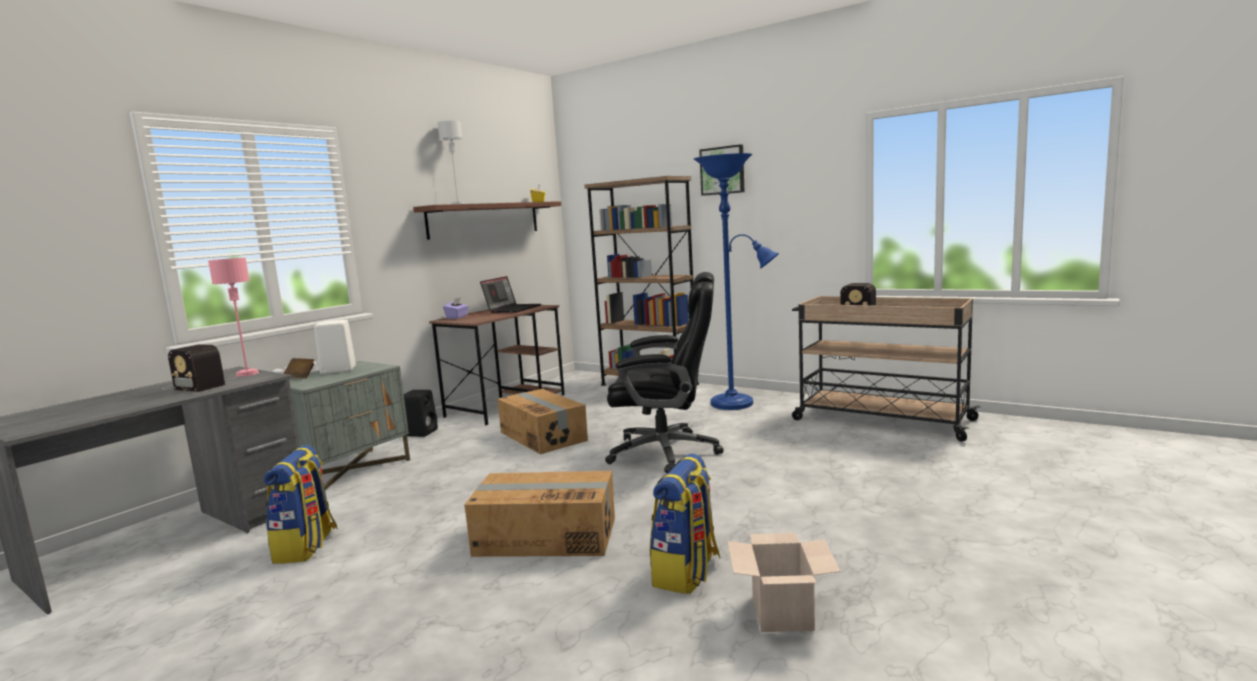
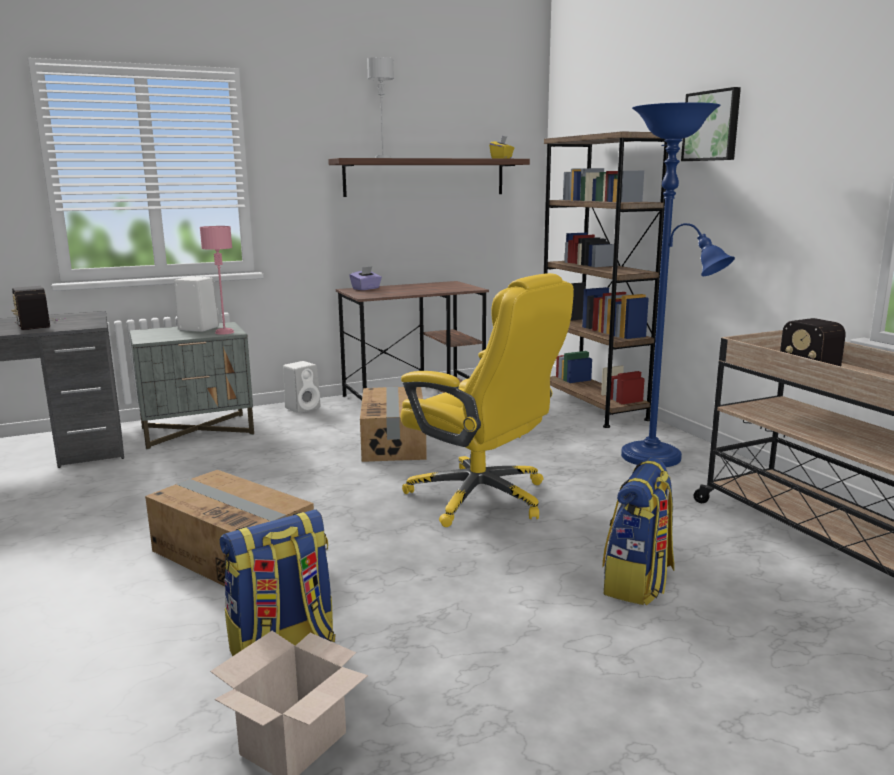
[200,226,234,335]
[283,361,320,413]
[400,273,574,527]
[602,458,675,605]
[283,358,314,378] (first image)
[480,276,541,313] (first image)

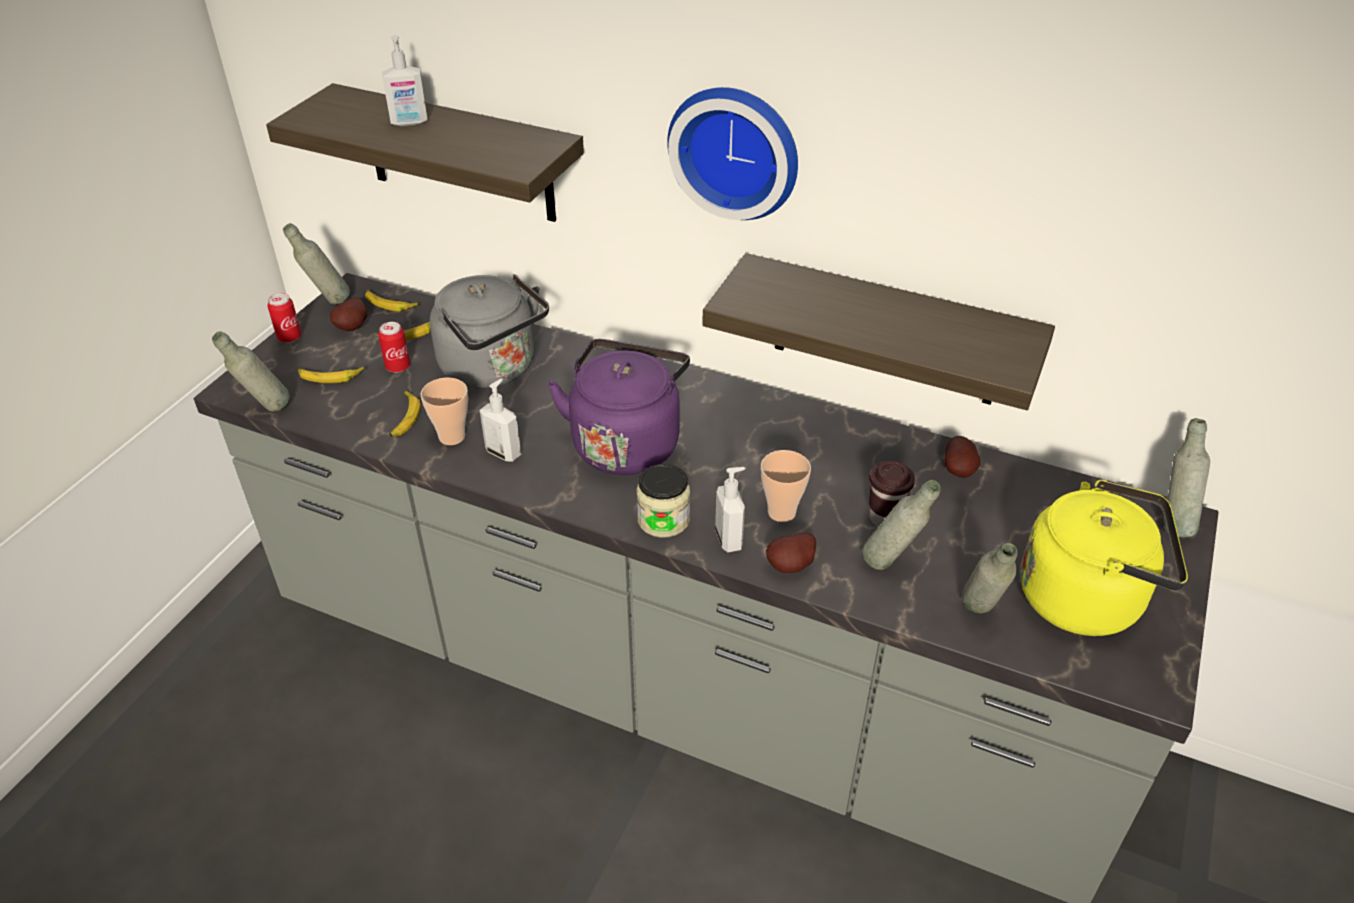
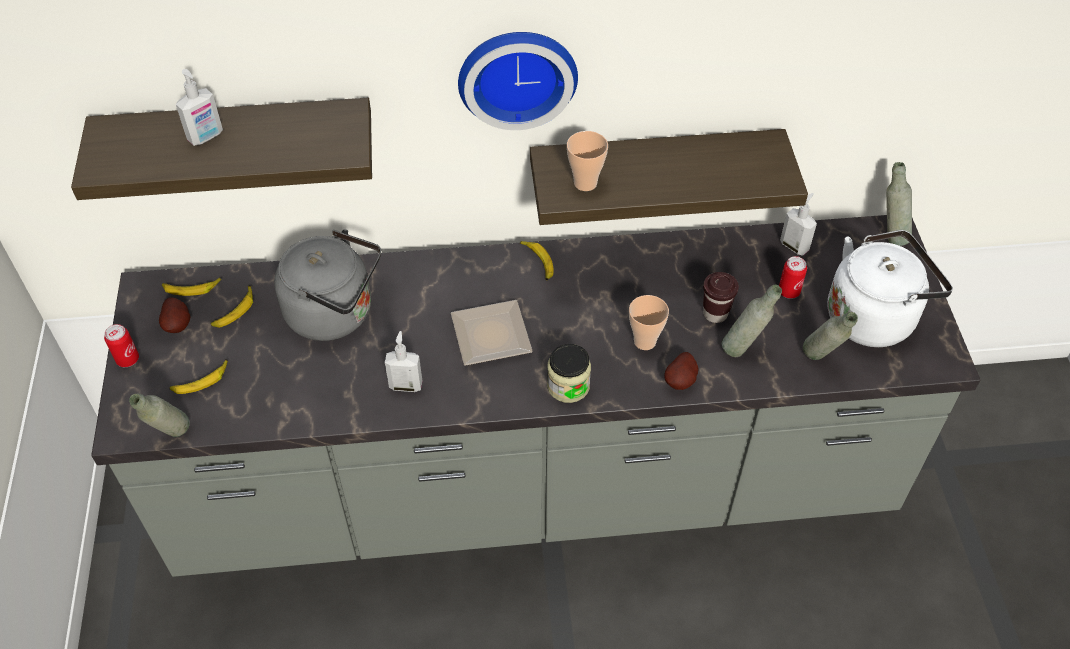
[451,300,533,366]
[520,241,554,280]
[567,131,608,191]
[779,256,807,299]
[780,193,817,256]
[827,230,953,347]
[283,223,350,305] (first image)
[944,436,980,478] (first image)

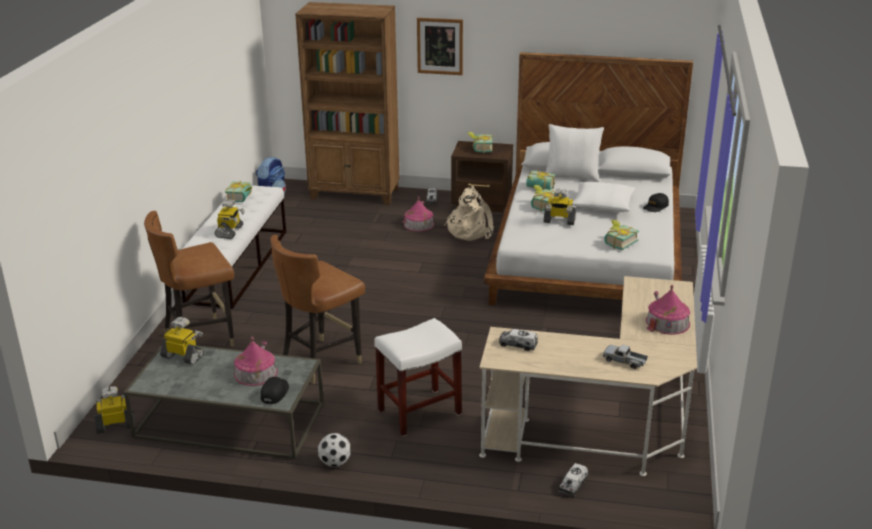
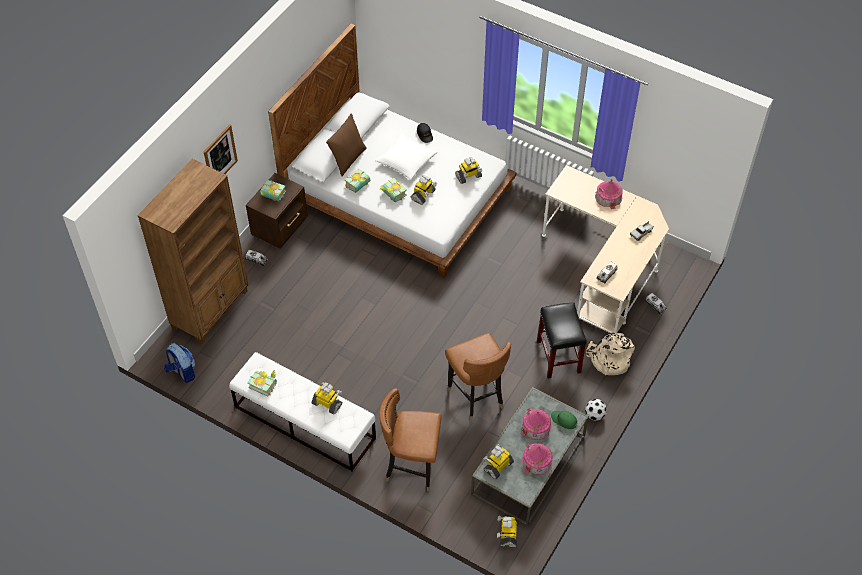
[326,113,367,176]
[379,388,442,491]
[455,157,482,184]
[522,443,553,475]
[537,302,587,379]
[551,411,577,429]
[586,333,635,375]

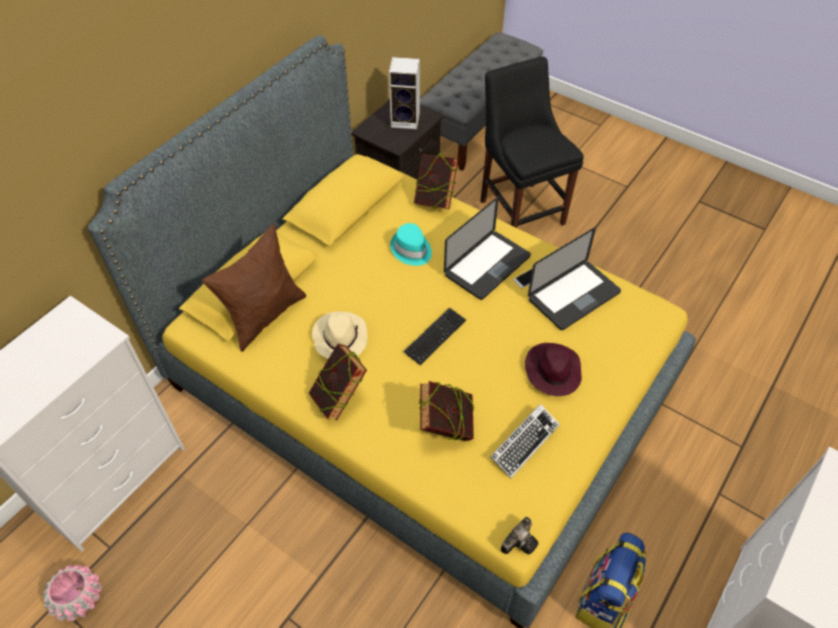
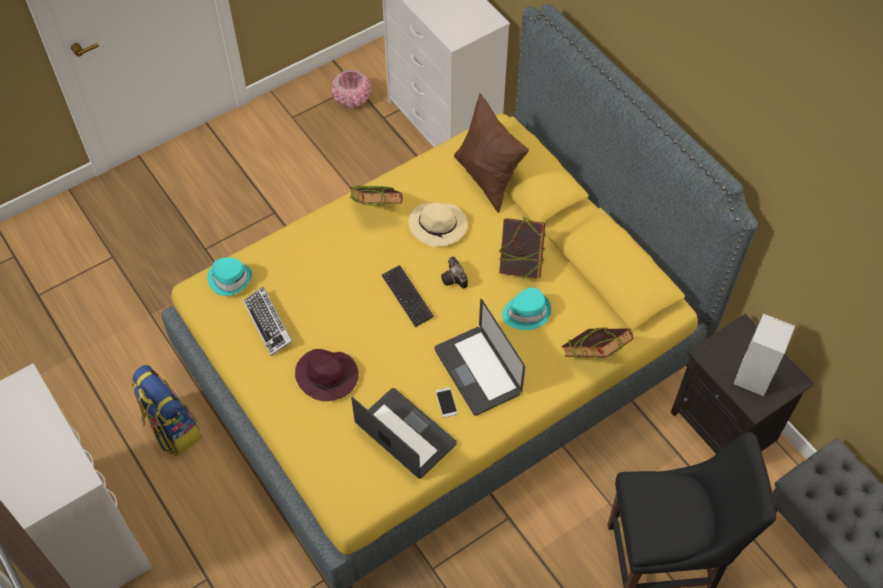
[207,257,252,296]
[351,388,457,479]
[441,256,468,289]
[499,217,546,279]

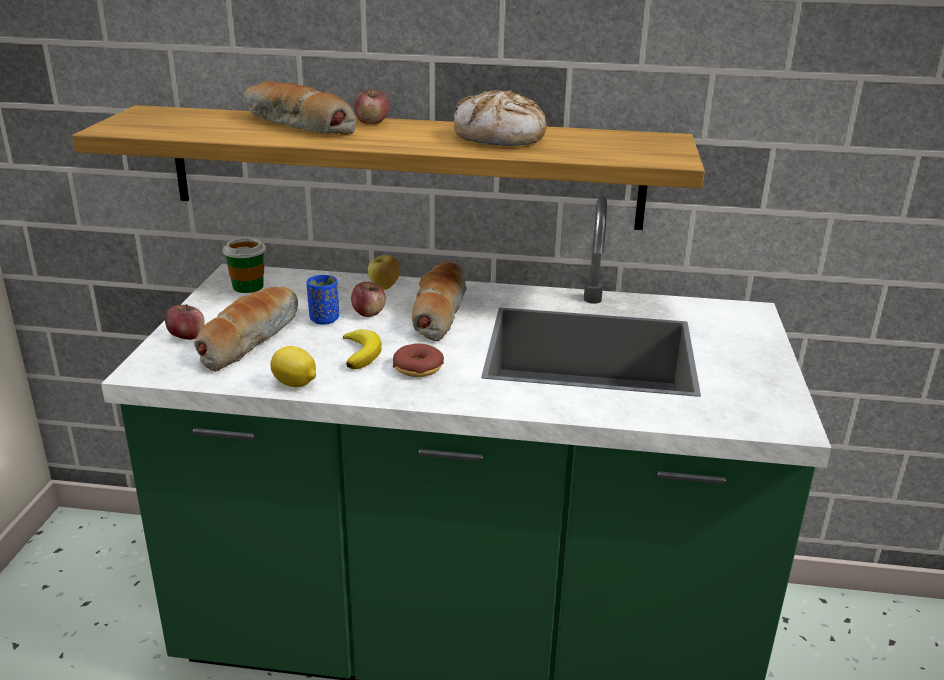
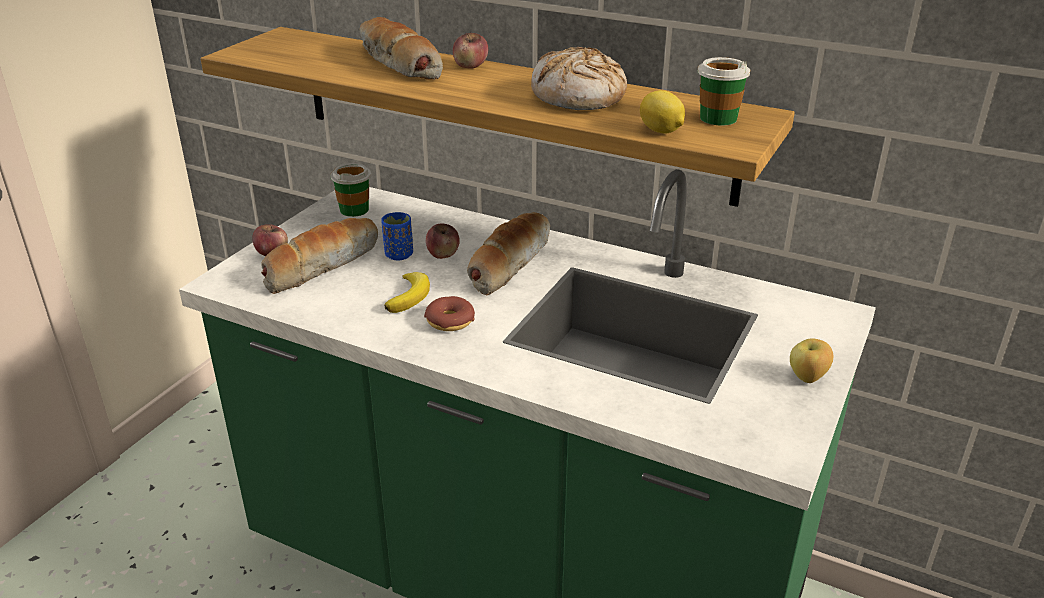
[640,90,685,134]
[697,57,750,125]
[790,338,833,383]

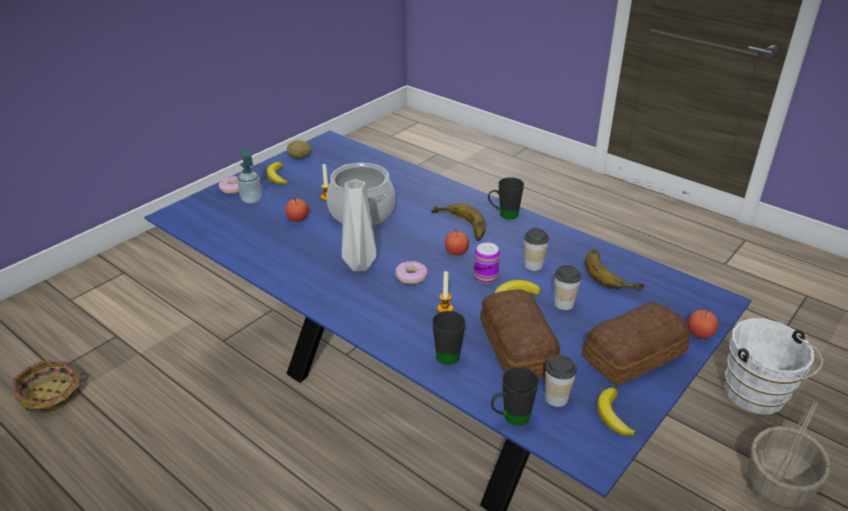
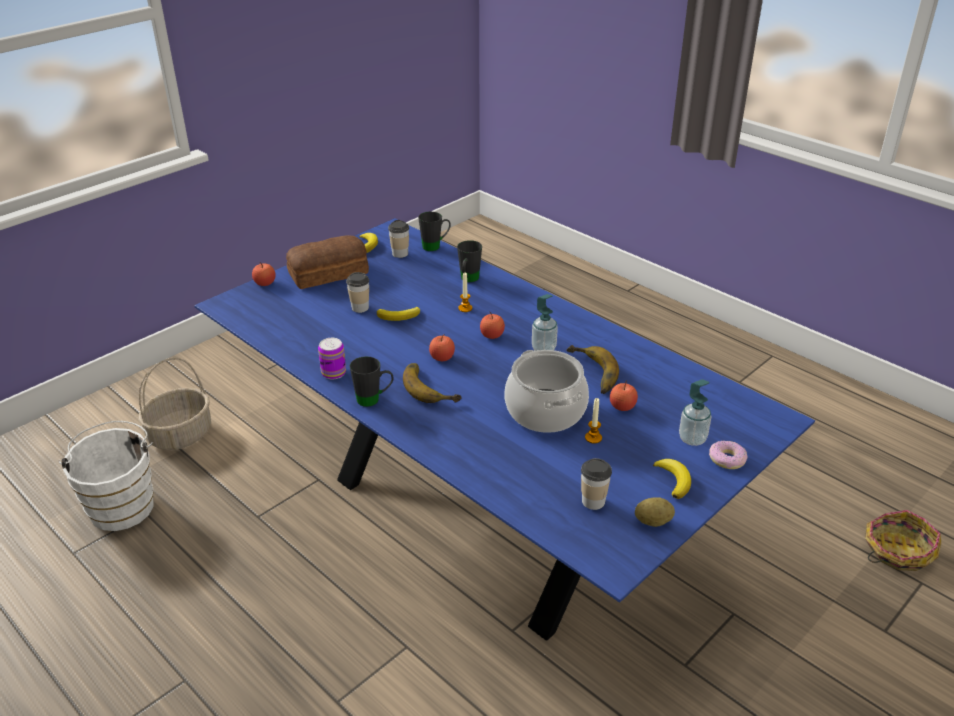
[318,338,346,379]
[480,312,505,339]
[532,294,558,351]
[566,345,619,394]
[581,458,612,510]
[480,289,560,377] (first image)

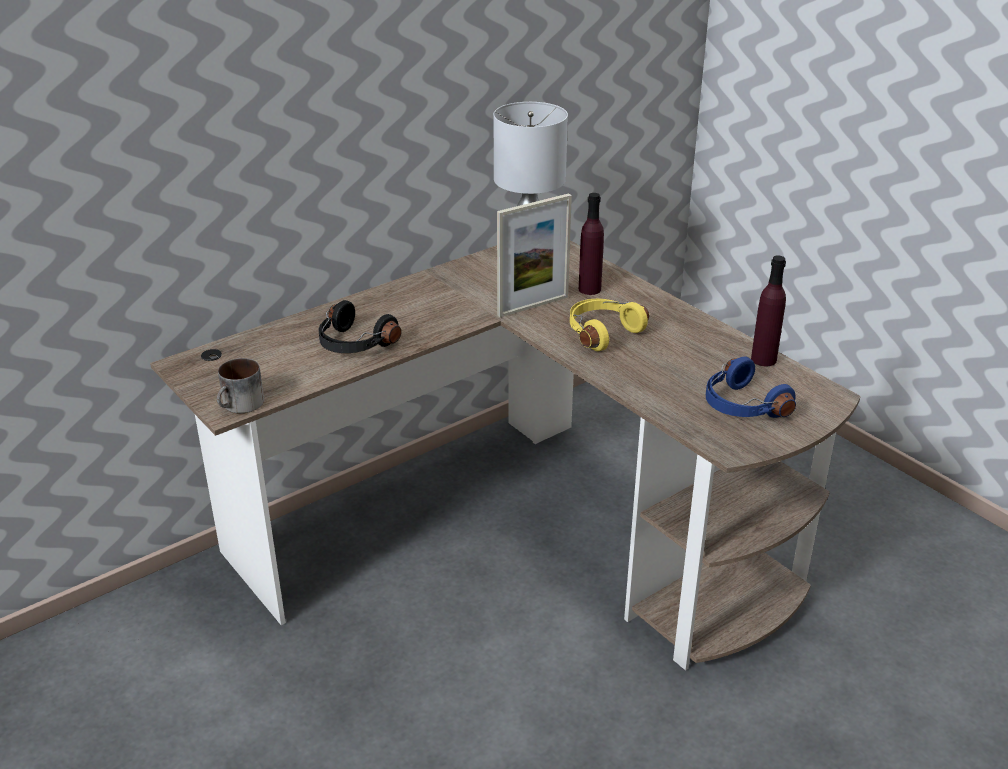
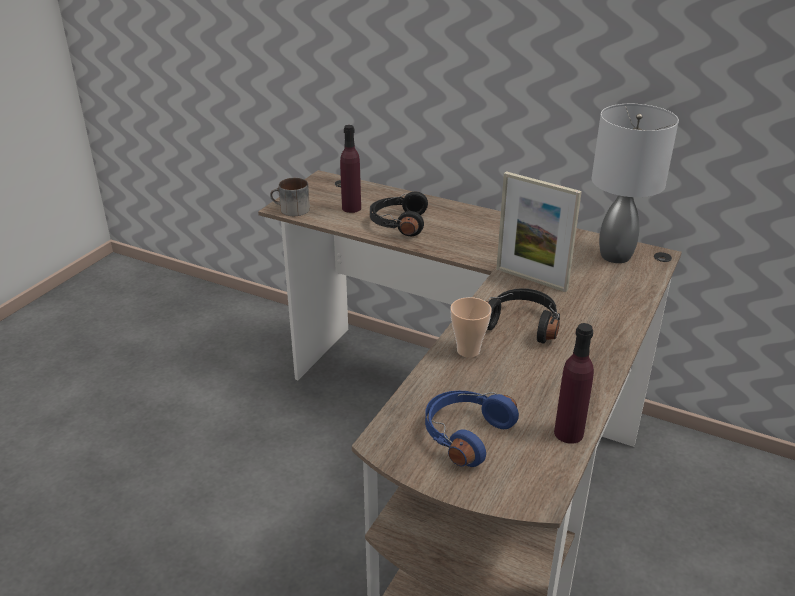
[340,125,361,213]
[450,297,492,358]
[486,288,560,343]

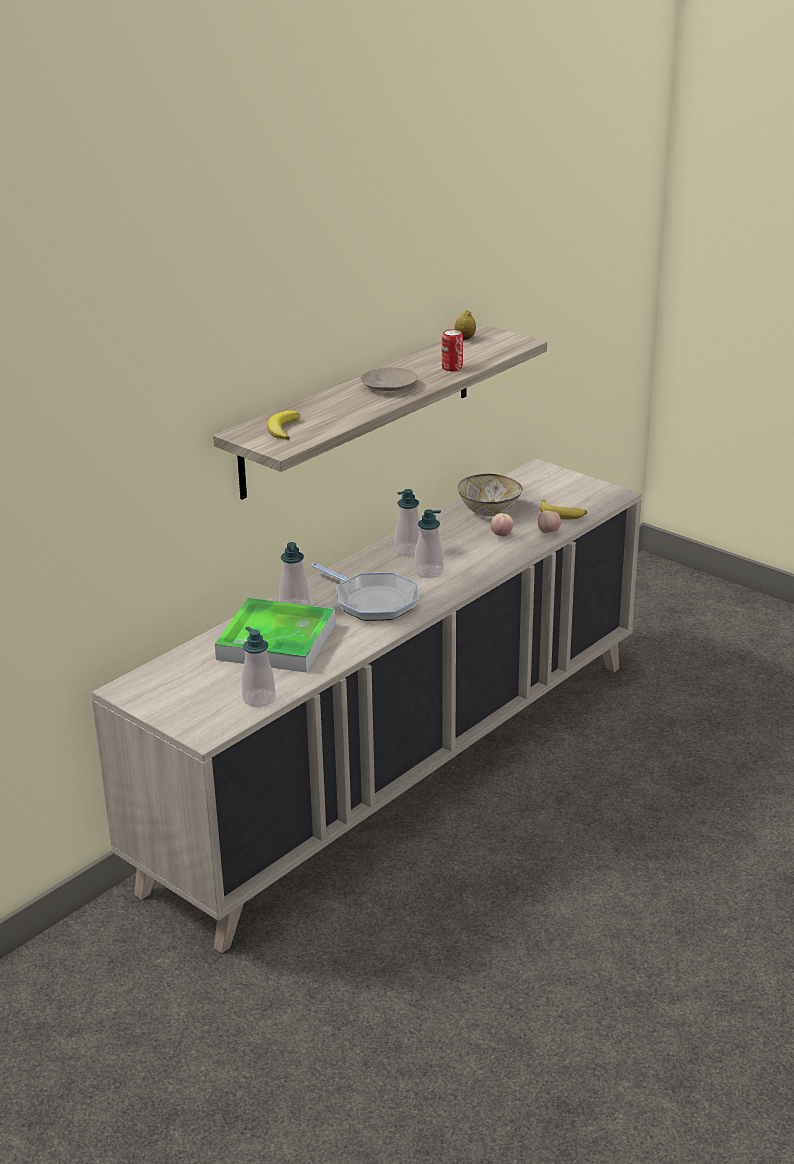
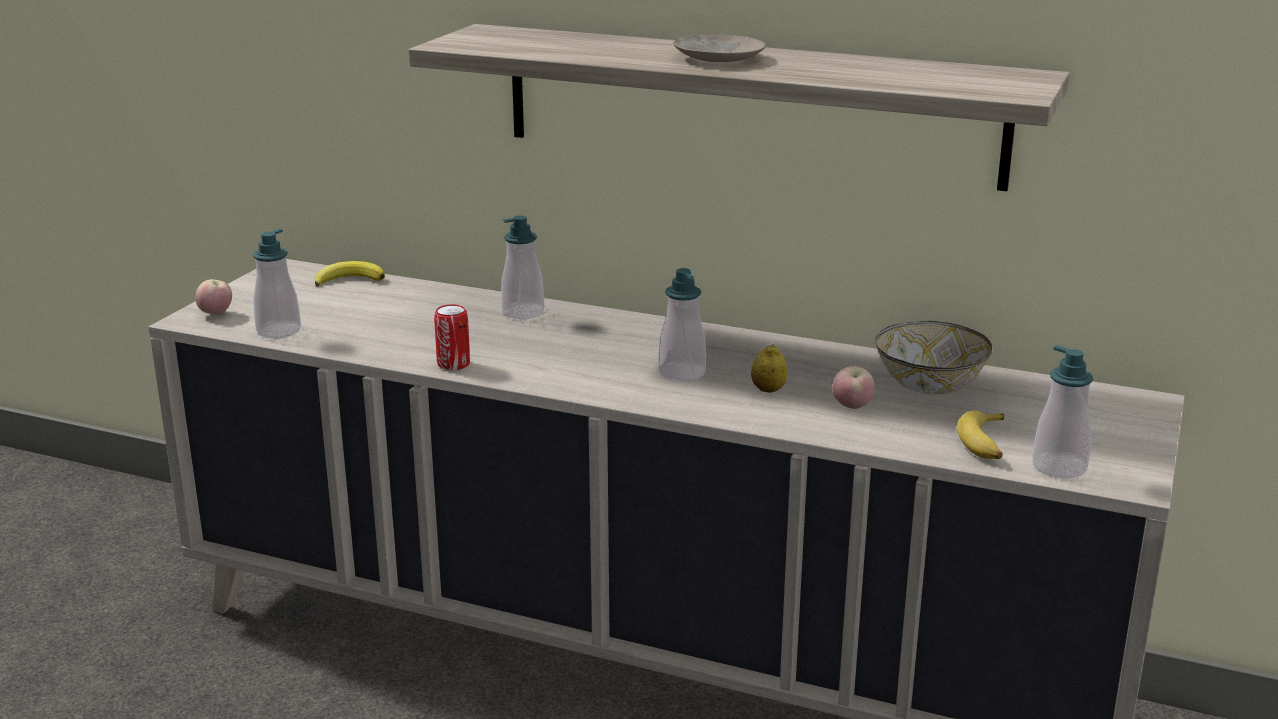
[195,279,232,315]
[315,261,385,287]
[434,304,470,370]
[751,344,787,393]
[1033,345,1093,479]
[215,598,336,672] (first image)
[311,563,418,621] (first image)

